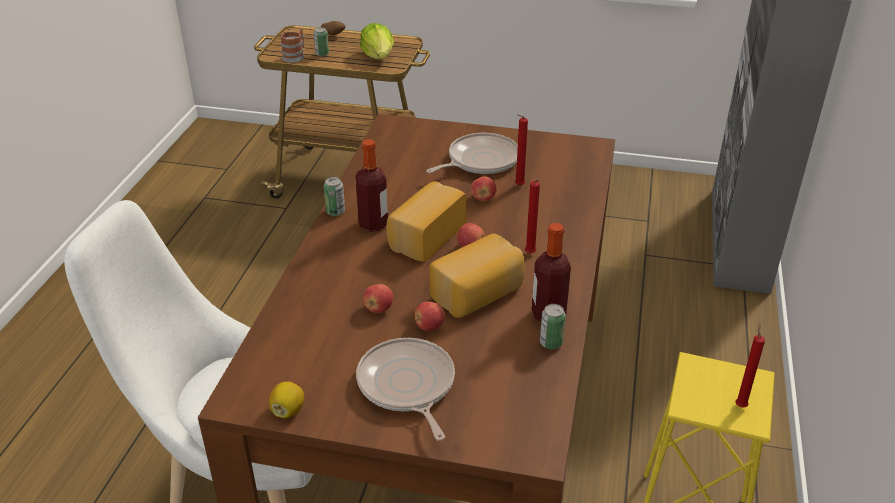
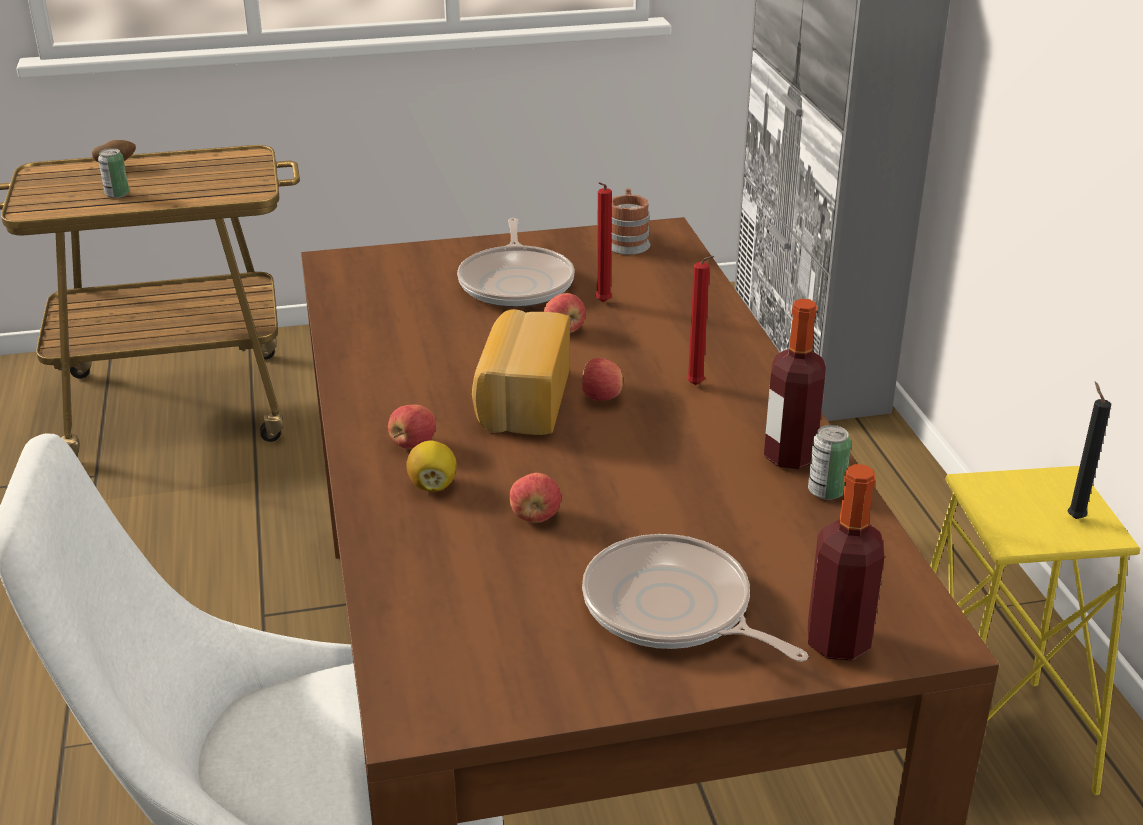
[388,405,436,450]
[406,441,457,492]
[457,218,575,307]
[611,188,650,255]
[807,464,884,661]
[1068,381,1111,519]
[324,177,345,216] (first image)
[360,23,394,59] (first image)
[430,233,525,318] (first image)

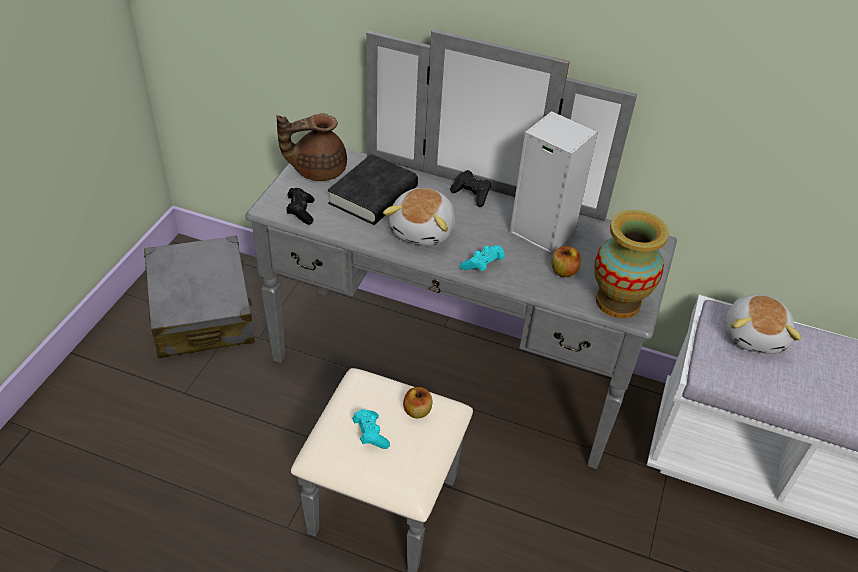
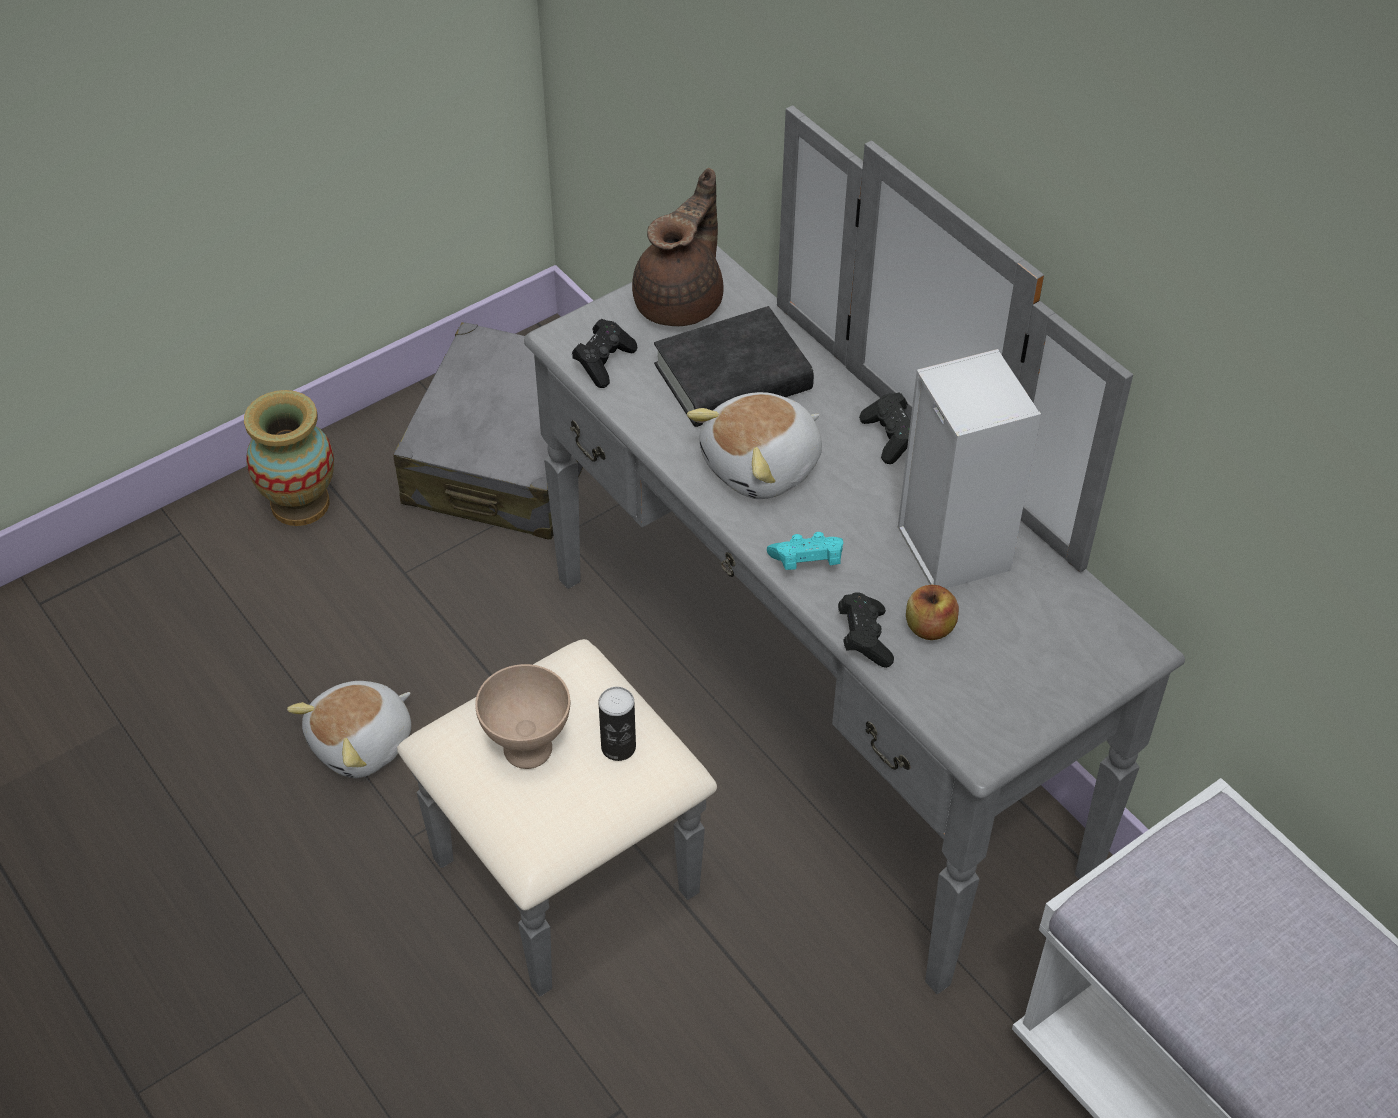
[244,390,334,526]
[287,681,411,778]
[475,664,570,769]
[598,687,636,761]
[632,168,724,326]
[838,592,894,668]

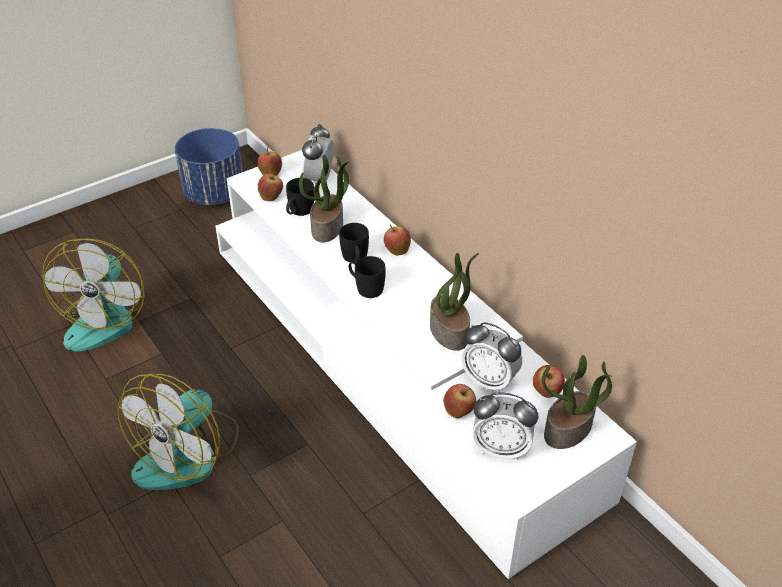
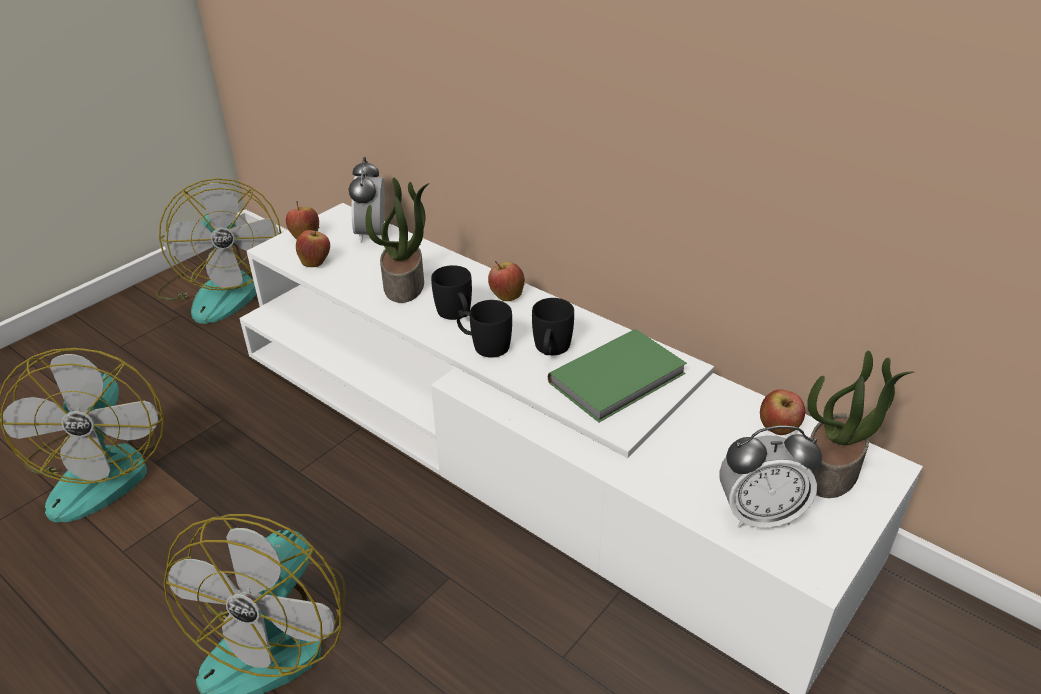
[156,178,281,324]
[532,298,574,355]
[548,329,687,423]
[443,384,476,418] (first image)
[461,322,522,393] (first image)

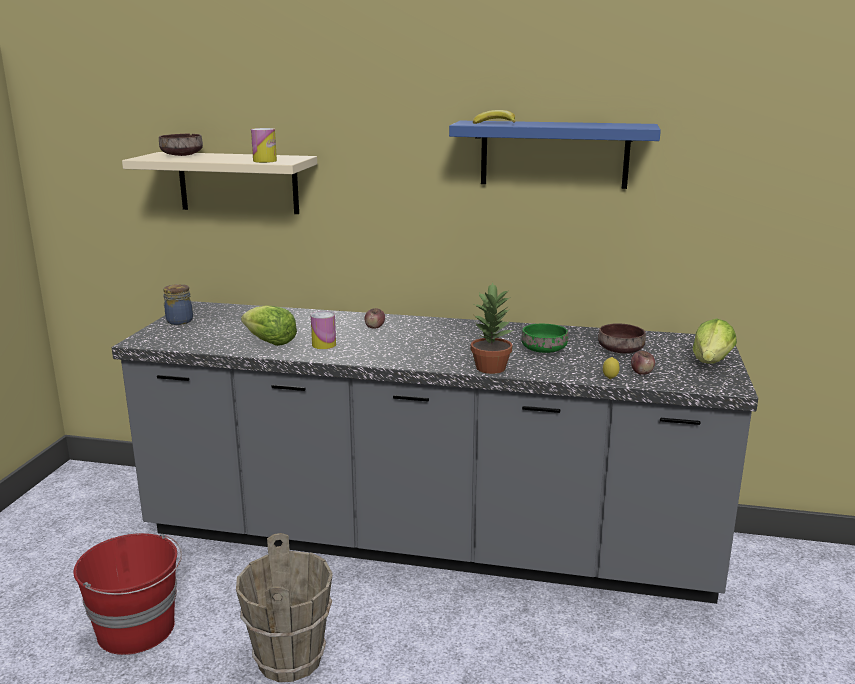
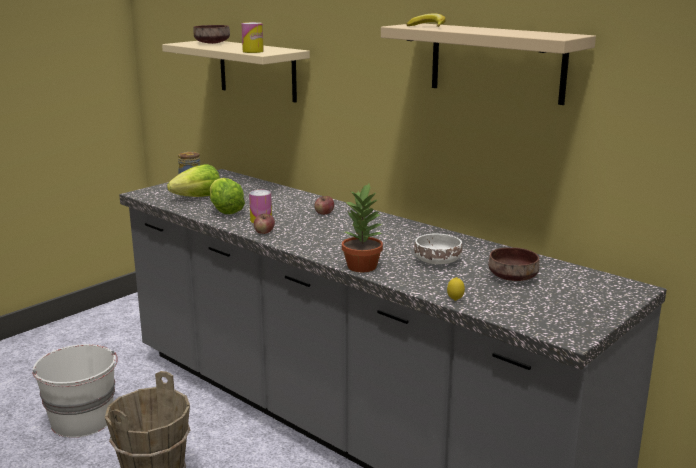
[32,344,118,438]
[167,164,220,197]
[254,213,275,234]
[381,23,596,105]
[414,234,462,264]

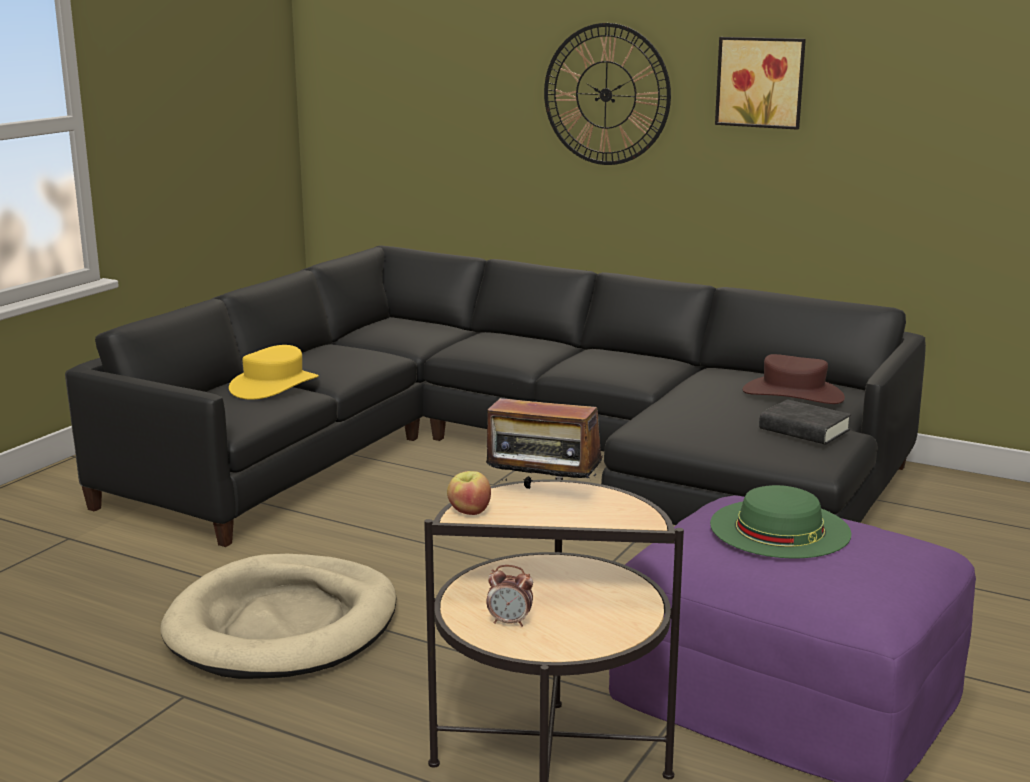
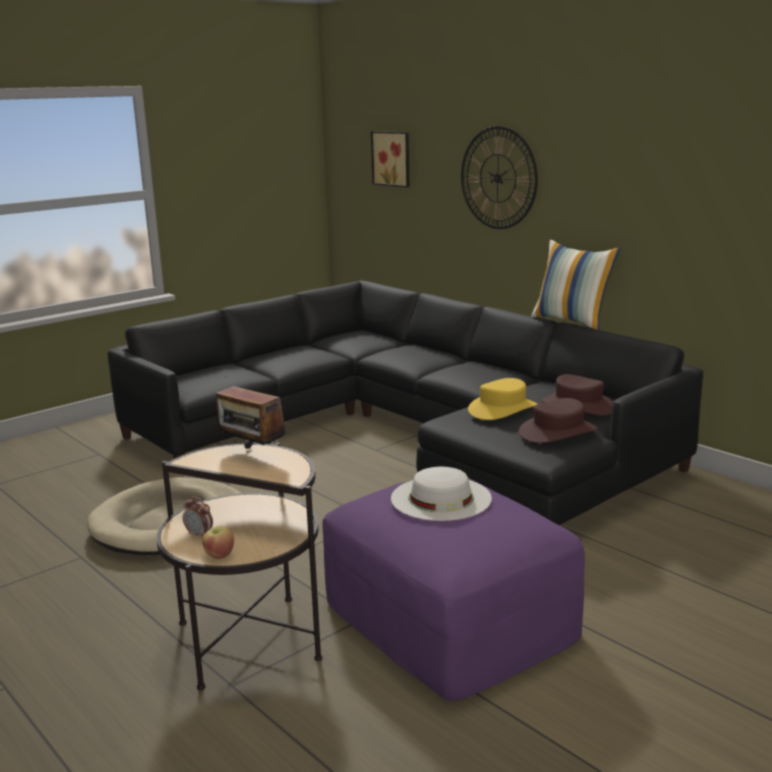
[202,526,234,559]
[371,131,410,187]
[391,467,492,521]
[468,378,537,420]
[519,398,597,443]
[531,240,620,331]

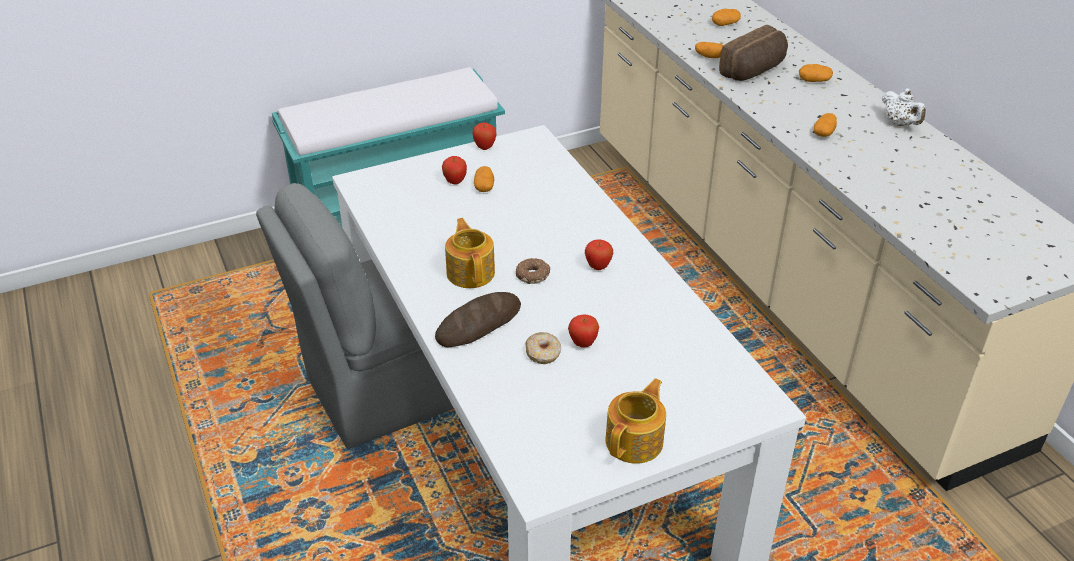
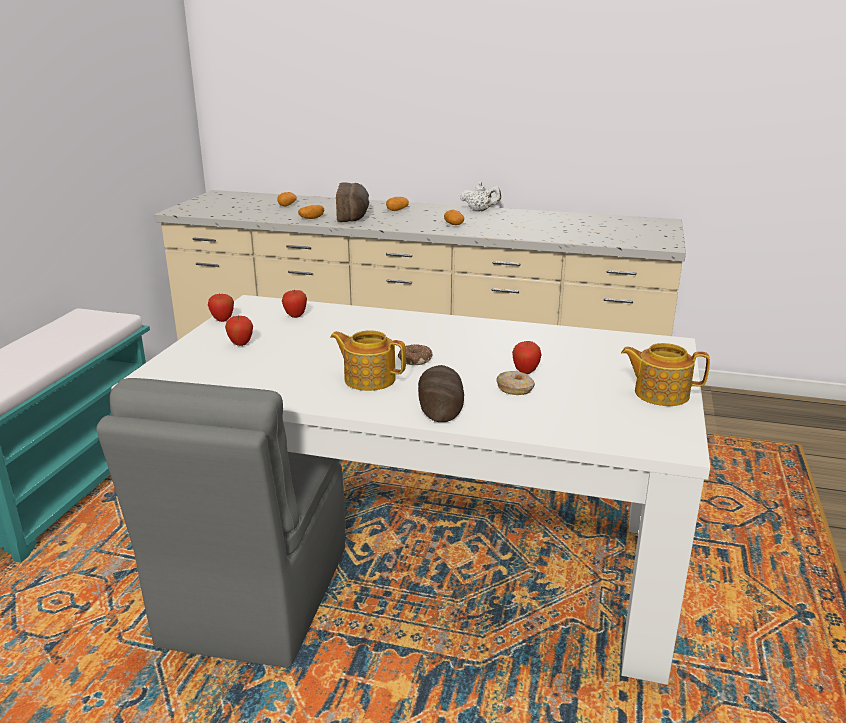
[282,290,307,318]
[621,343,710,406]
[474,166,494,192] (first image)

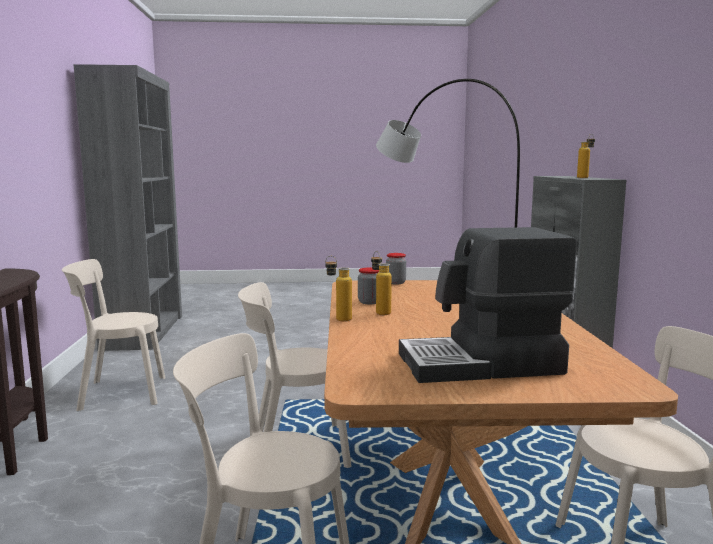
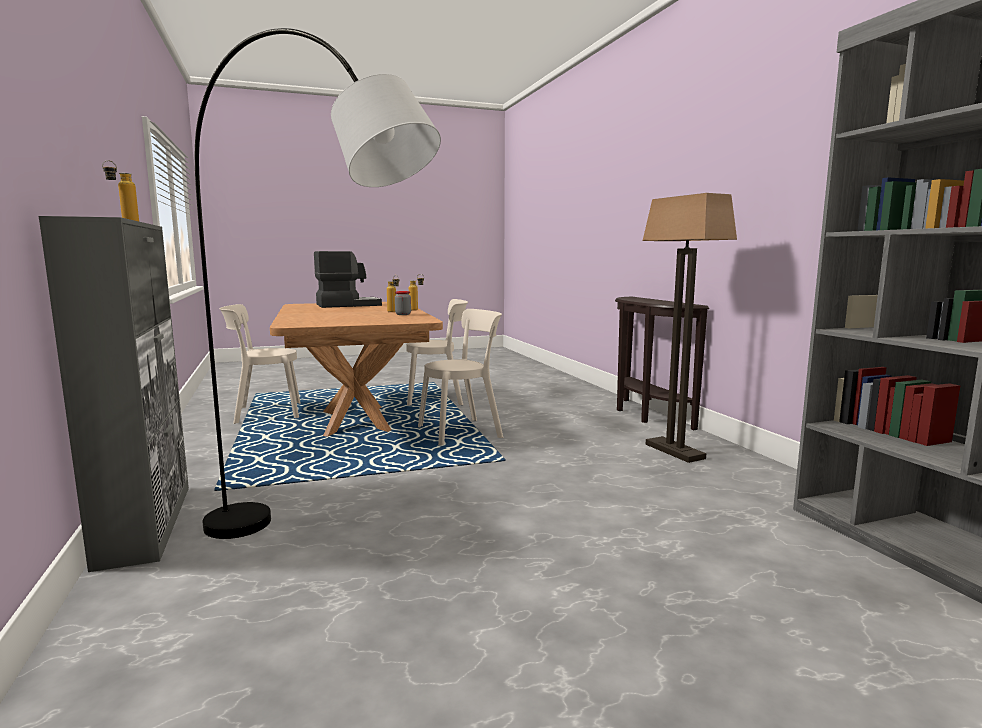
[643,193,737,463]
[386,253,406,285] (first image)

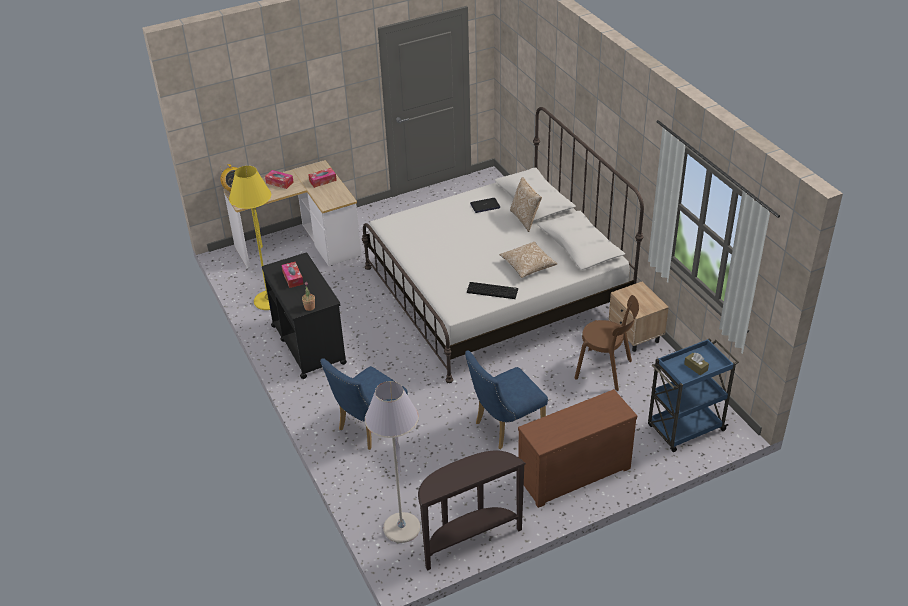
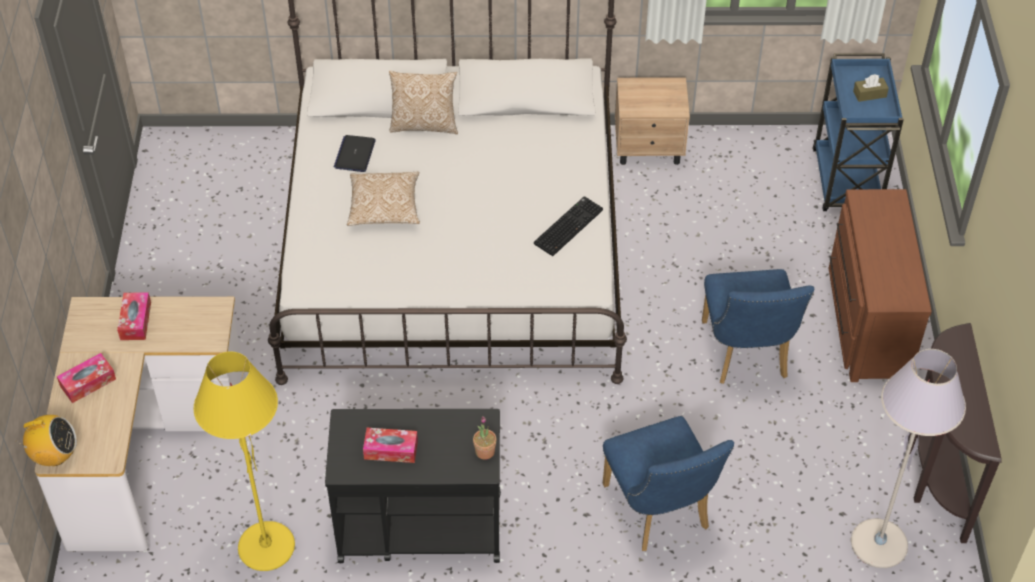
[347,172,420,226]
[574,295,639,391] (first image)

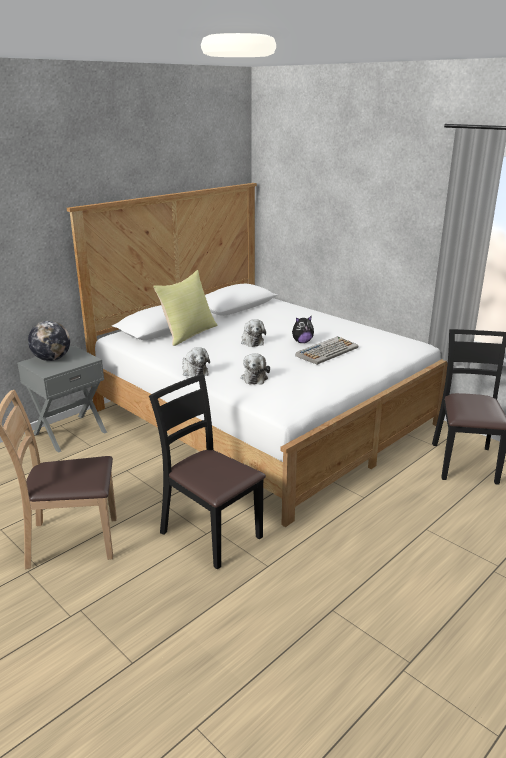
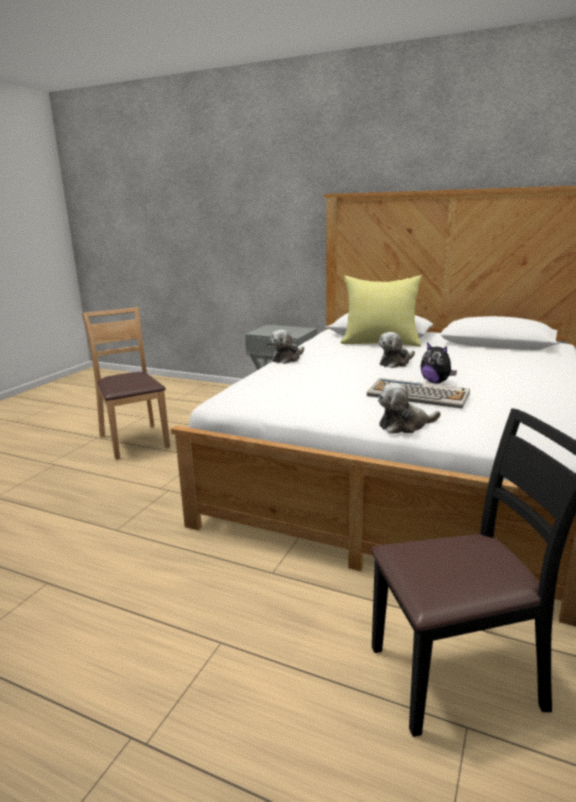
[378,383,441,434]
[28,321,70,361] (first image)
[149,374,266,570] (first image)

